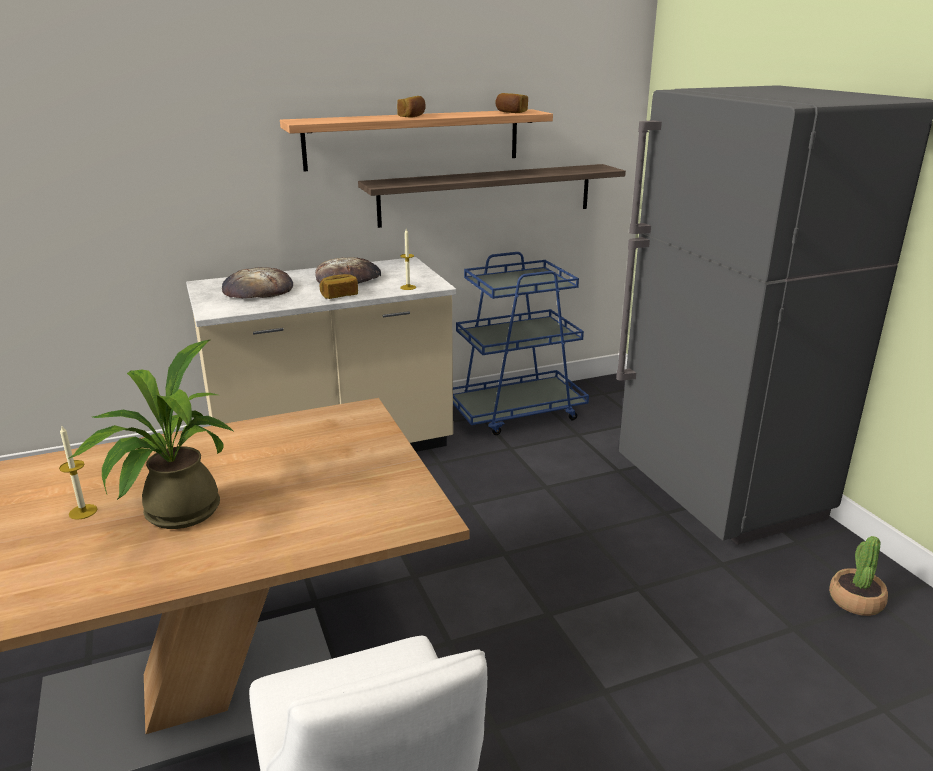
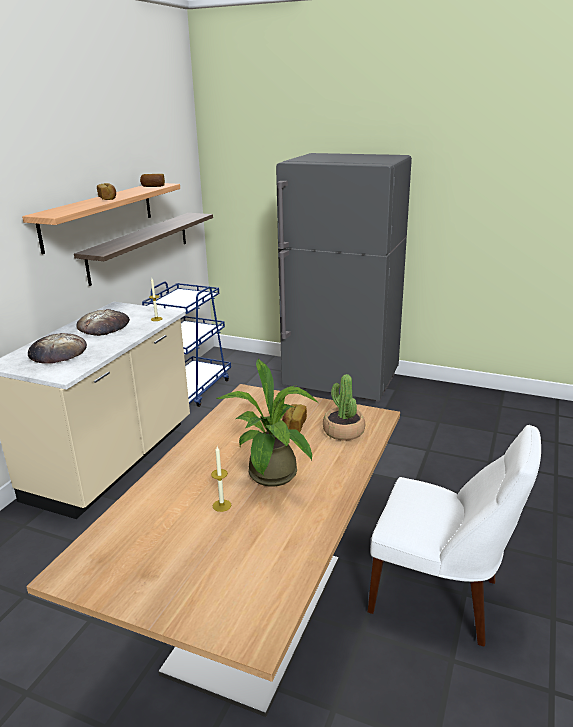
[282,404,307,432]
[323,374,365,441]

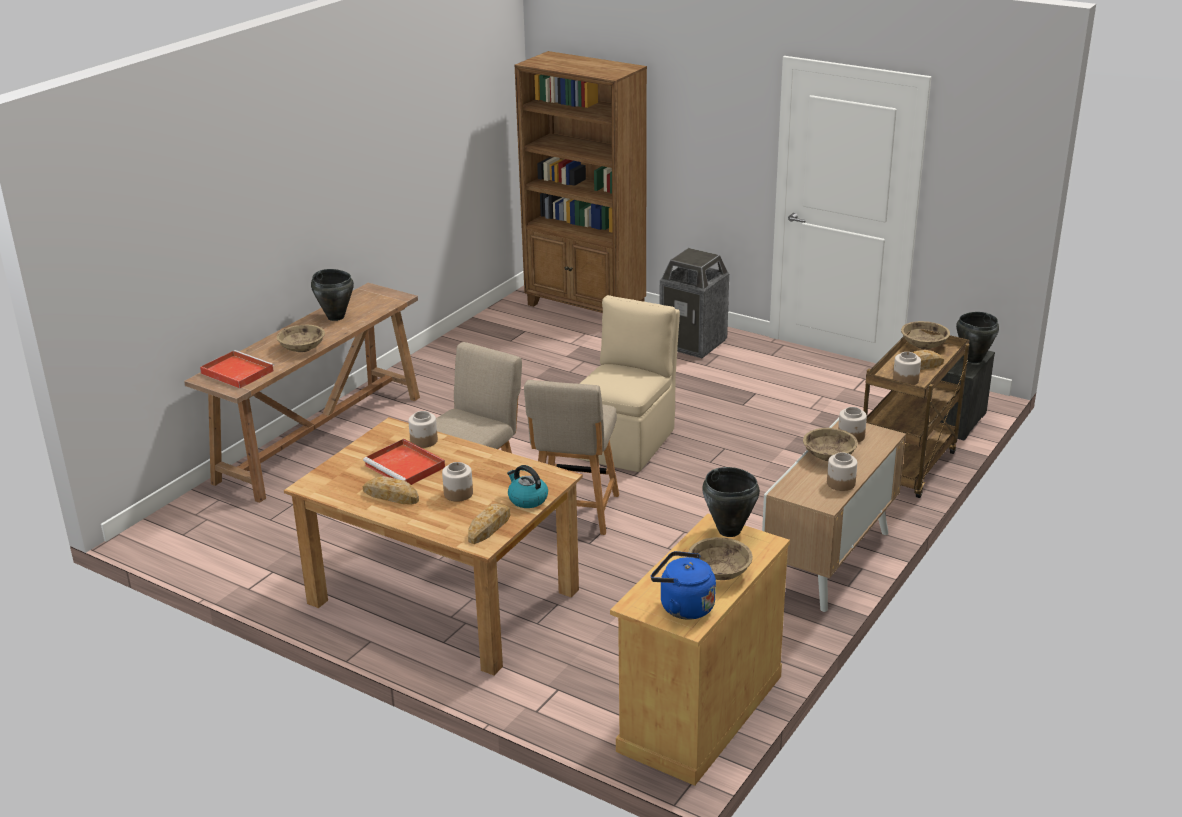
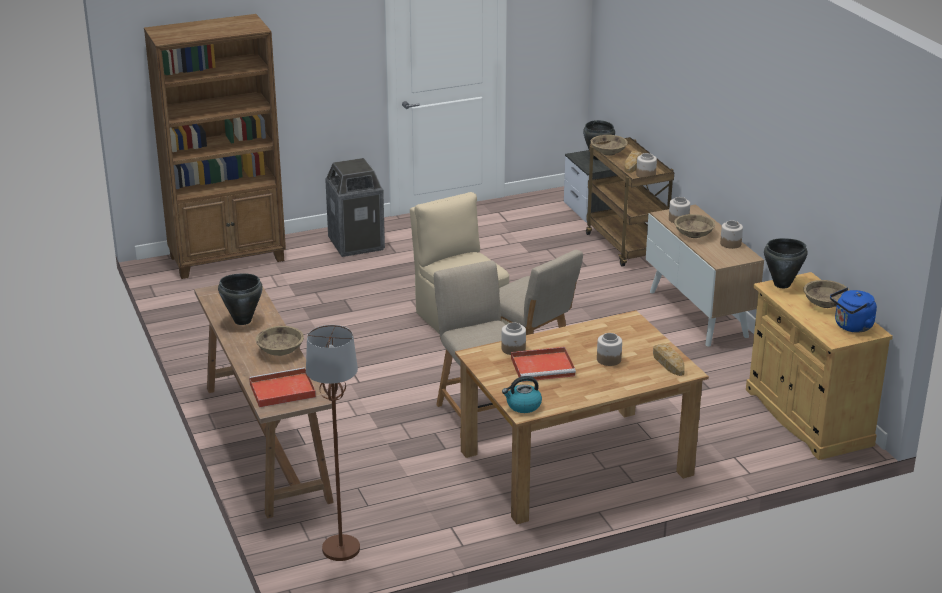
[363,476,419,505] (first image)
[306,325,360,561]
[502,376,542,413]

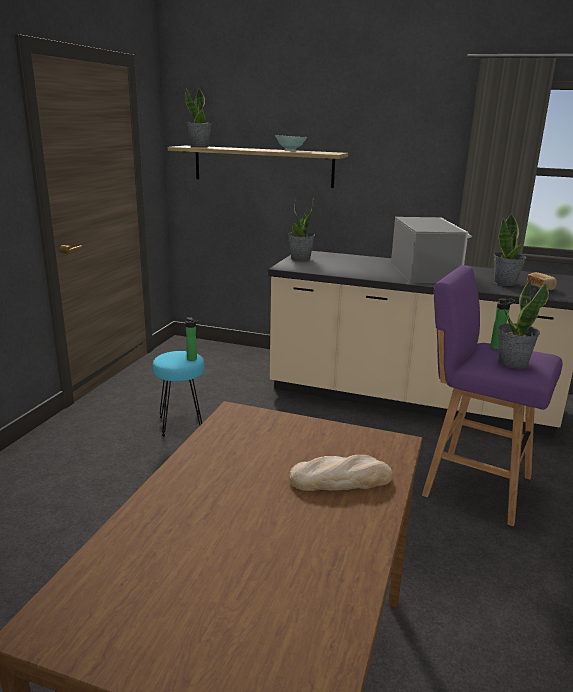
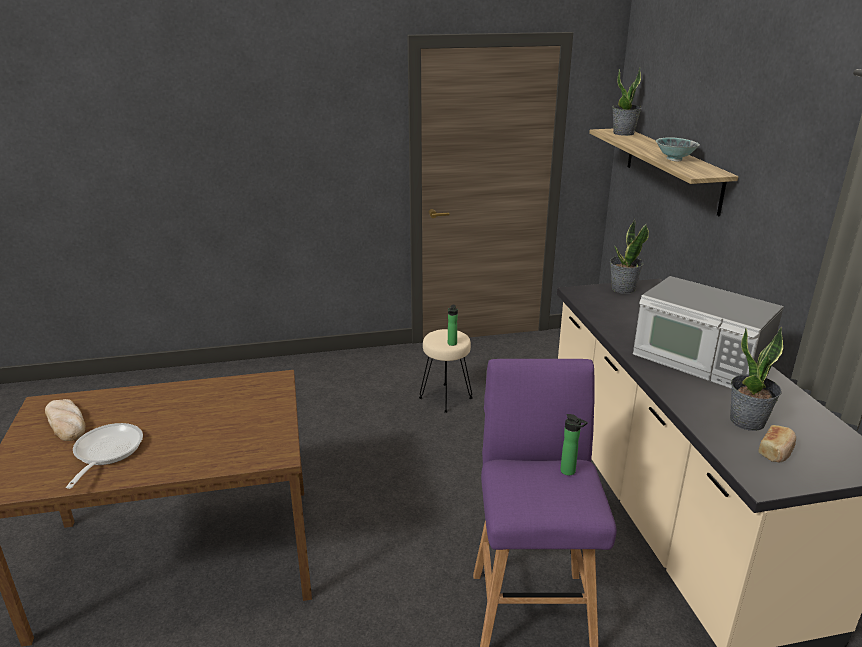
[498,278,549,369] (first image)
[66,423,143,489]
[45,399,85,441]
[419,329,473,413]
[633,276,784,389]

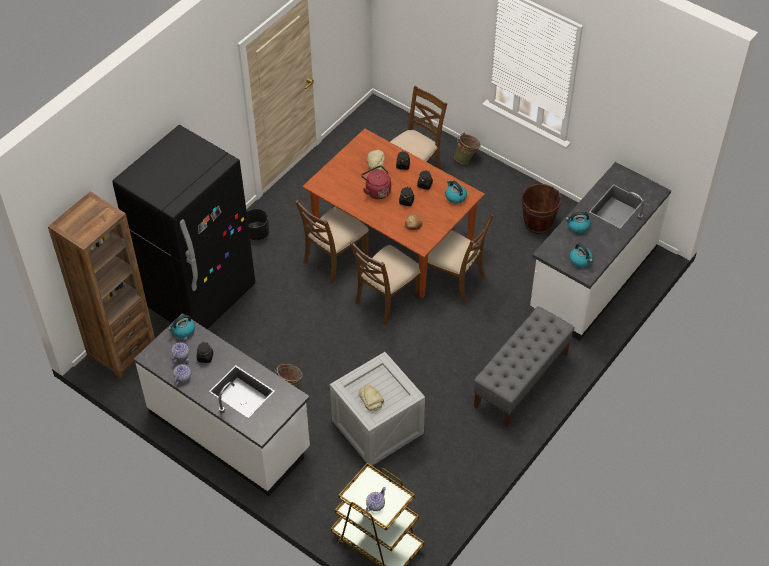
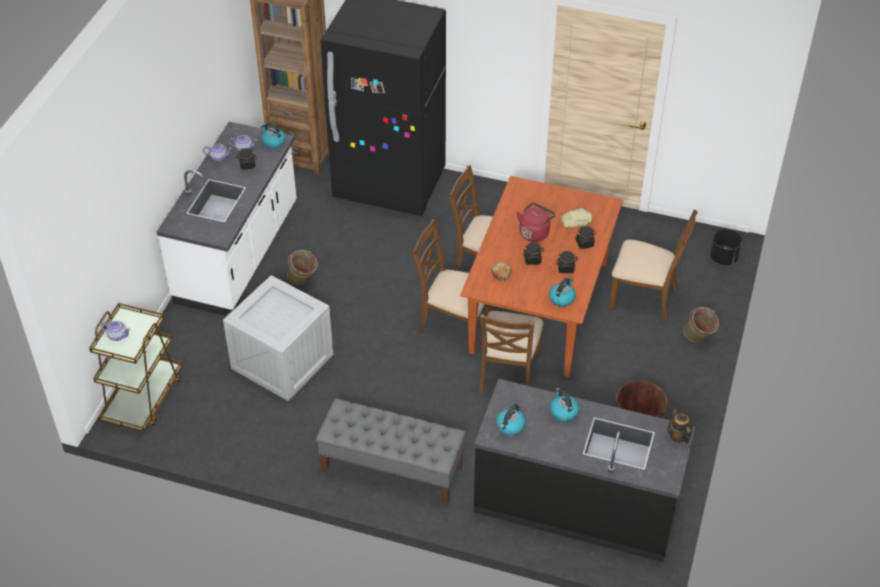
[359,385,384,411] (first image)
[667,407,693,444]
[710,229,742,265]
[474,379,696,562]

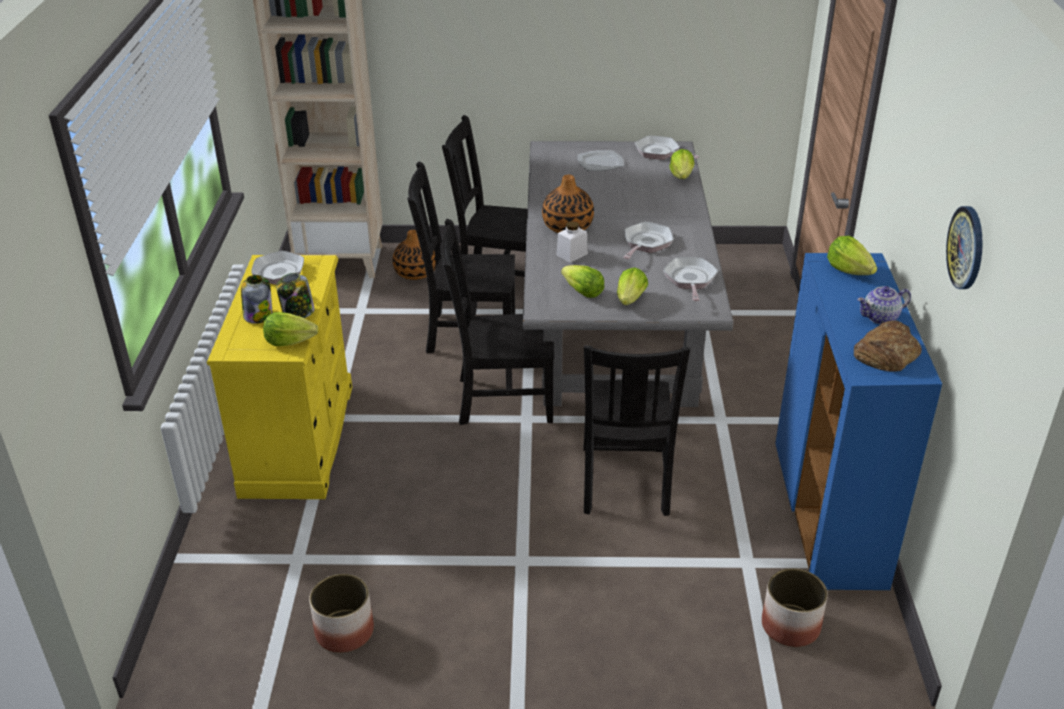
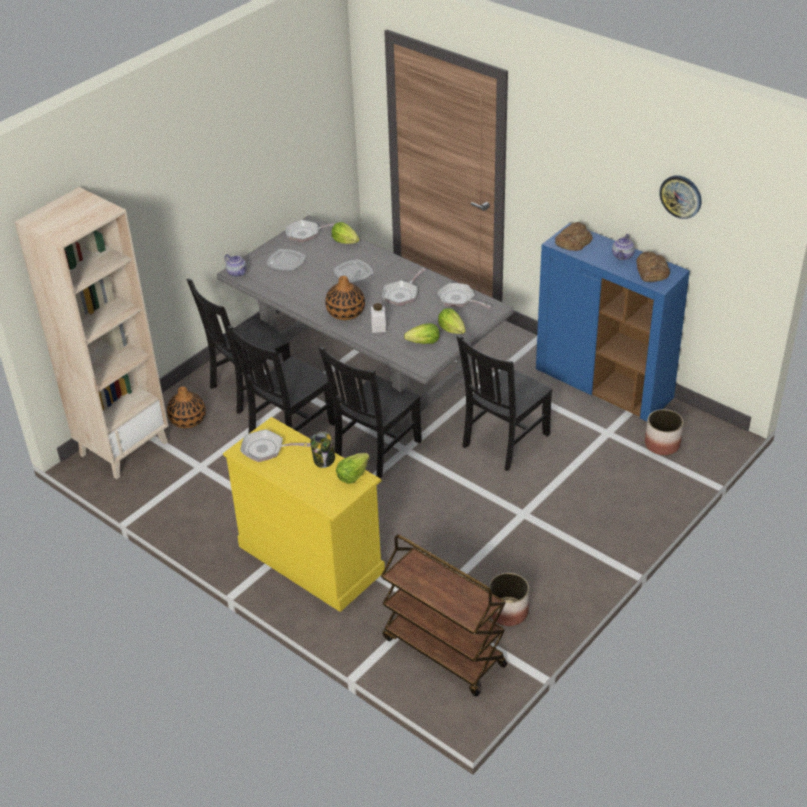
[241,275,272,324] (first image)
[225,254,247,277]
[333,259,374,283]
[381,534,507,697]
[555,222,593,251]
[457,336,552,471]
[382,268,426,306]

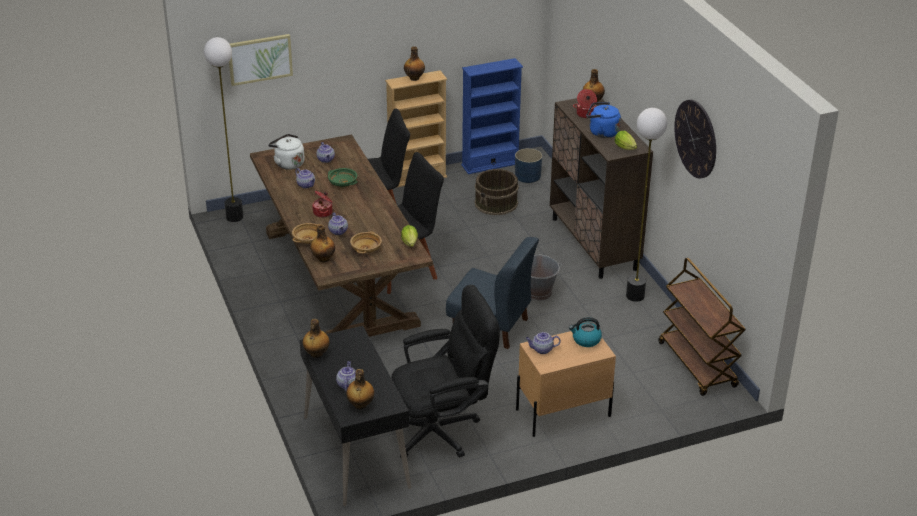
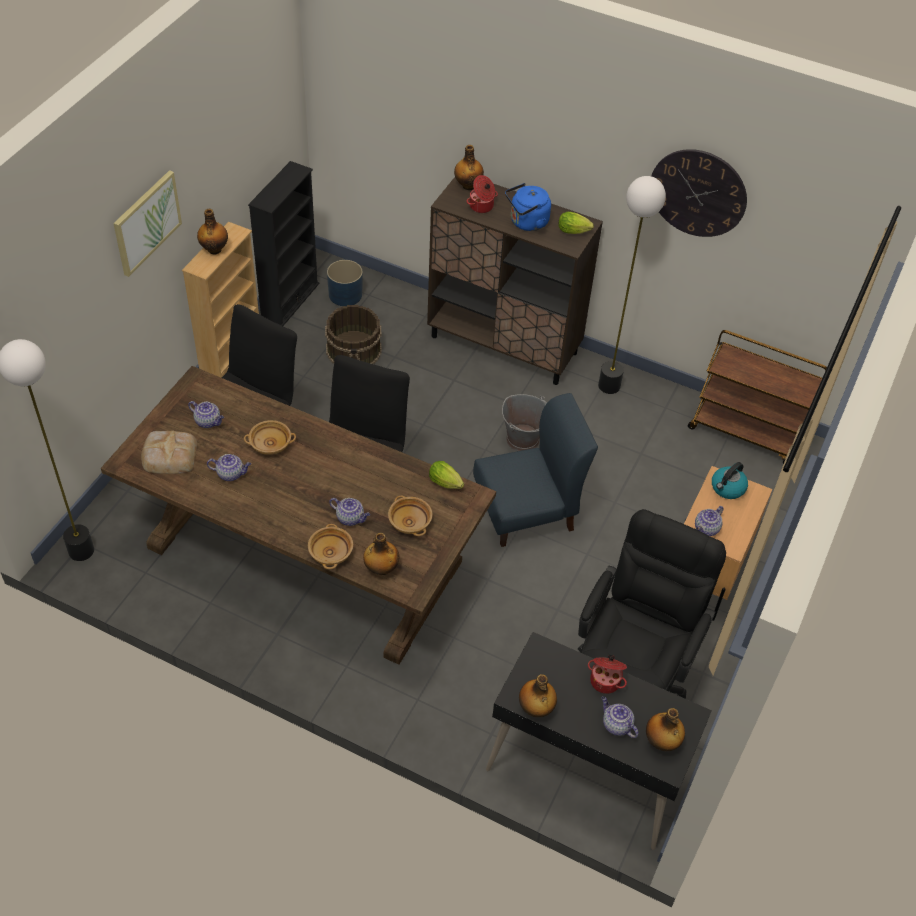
[113,170,182,277]
[588,655,627,694]
[141,431,197,474]
[244,420,296,455]
[248,161,319,326]

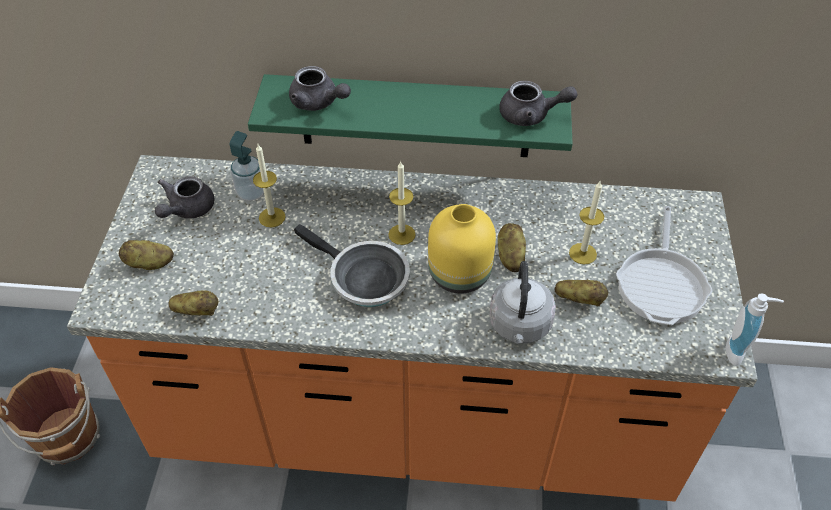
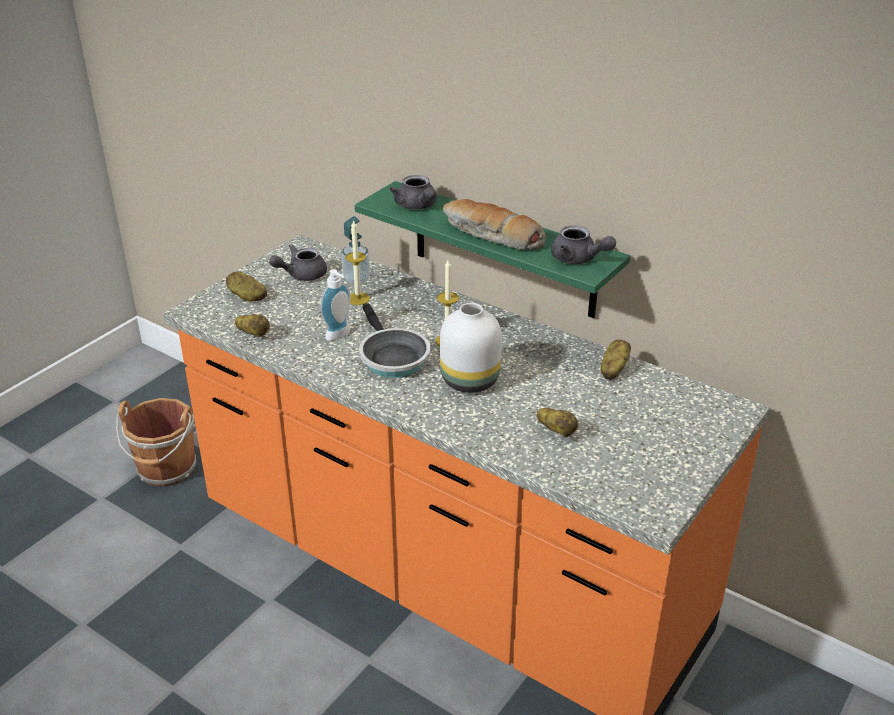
[489,261,556,344] (first image)
[569,180,604,265] (first image)
[616,206,713,325] (first image)
[443,199,546,250]
[601,340,631,380]
[320,269,351,341]
[440,303,502,393]

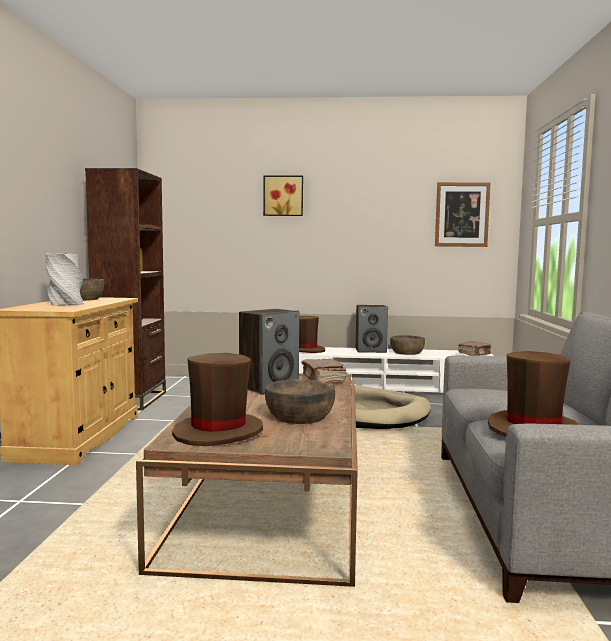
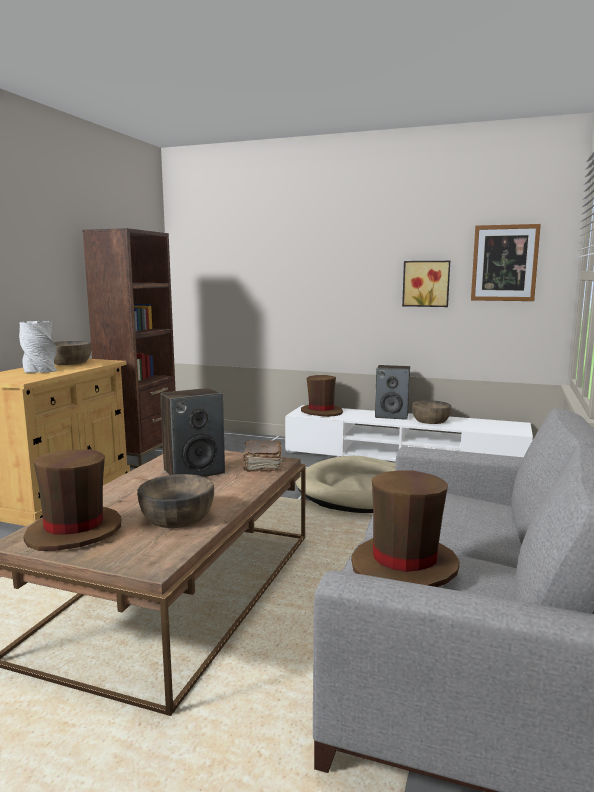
[458,341,491,356] (first image)
[402,261,450,307]

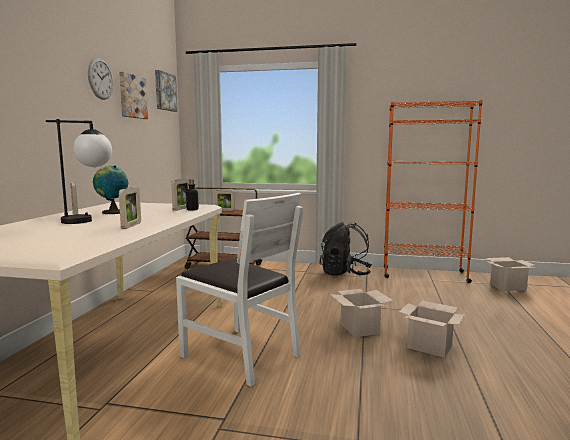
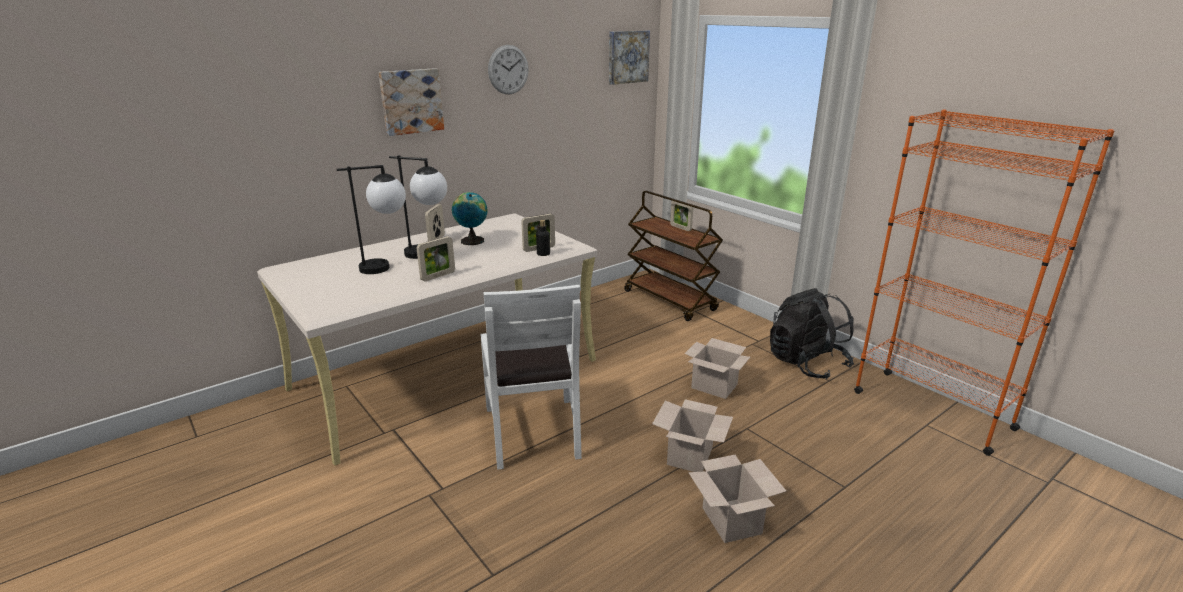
[337,165,406,274]
[378,68,444,136]
[685,338,750,399]

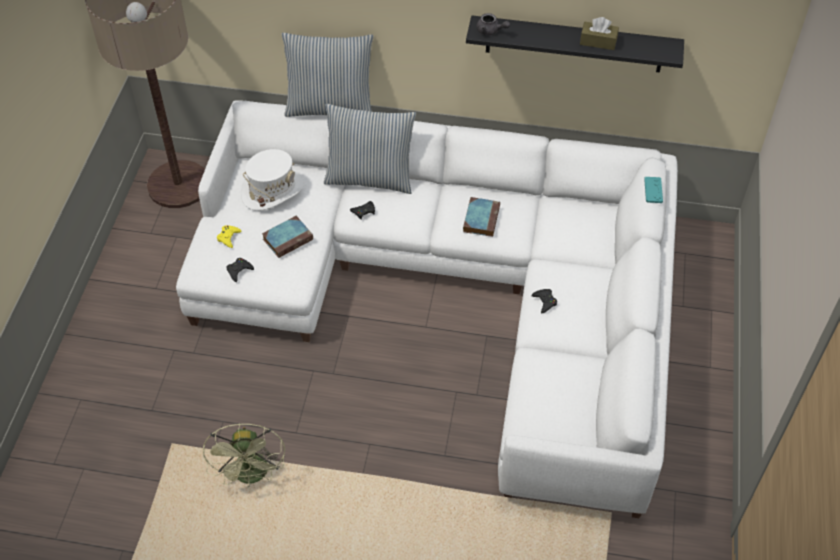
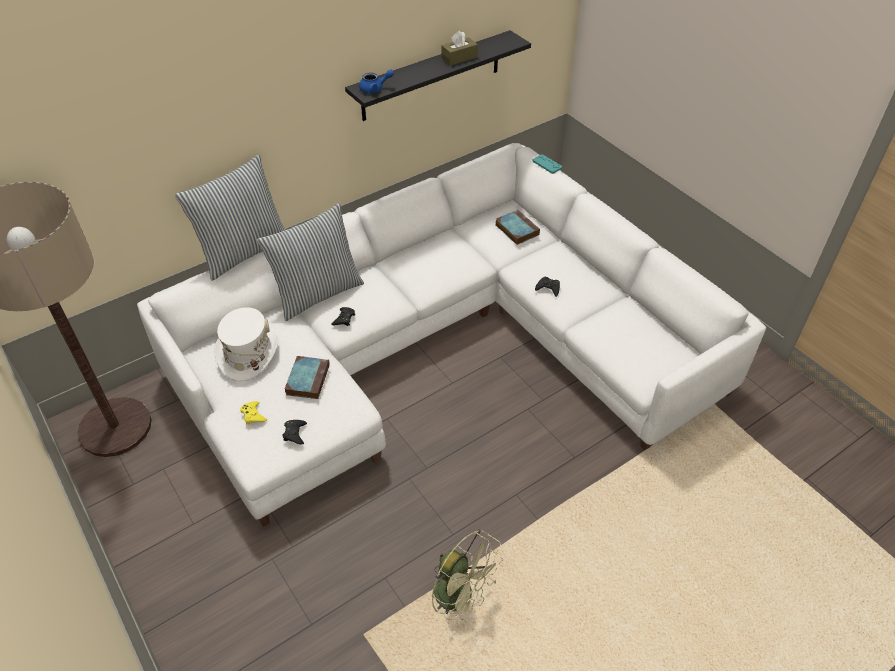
[496,210,540,245]
[359,69,394,93]

